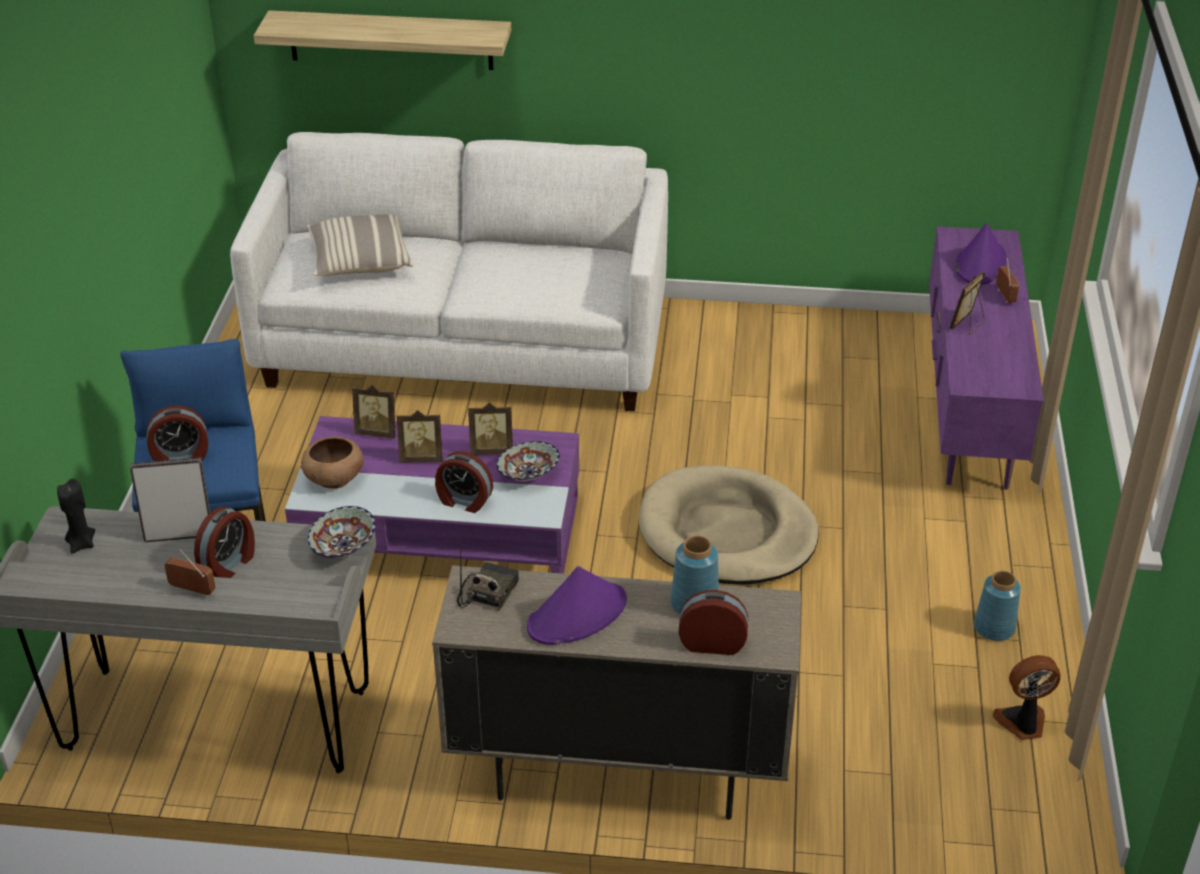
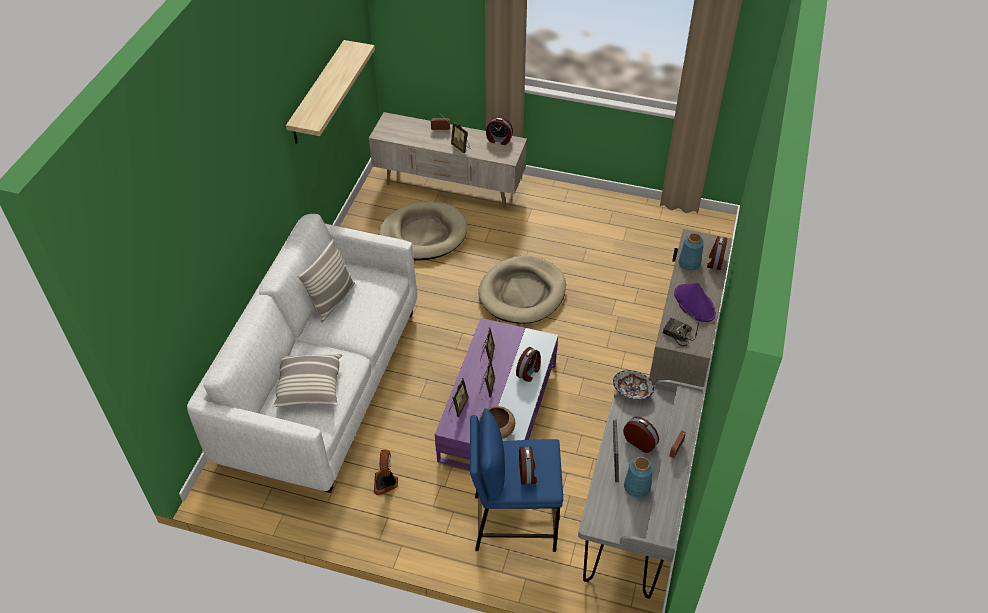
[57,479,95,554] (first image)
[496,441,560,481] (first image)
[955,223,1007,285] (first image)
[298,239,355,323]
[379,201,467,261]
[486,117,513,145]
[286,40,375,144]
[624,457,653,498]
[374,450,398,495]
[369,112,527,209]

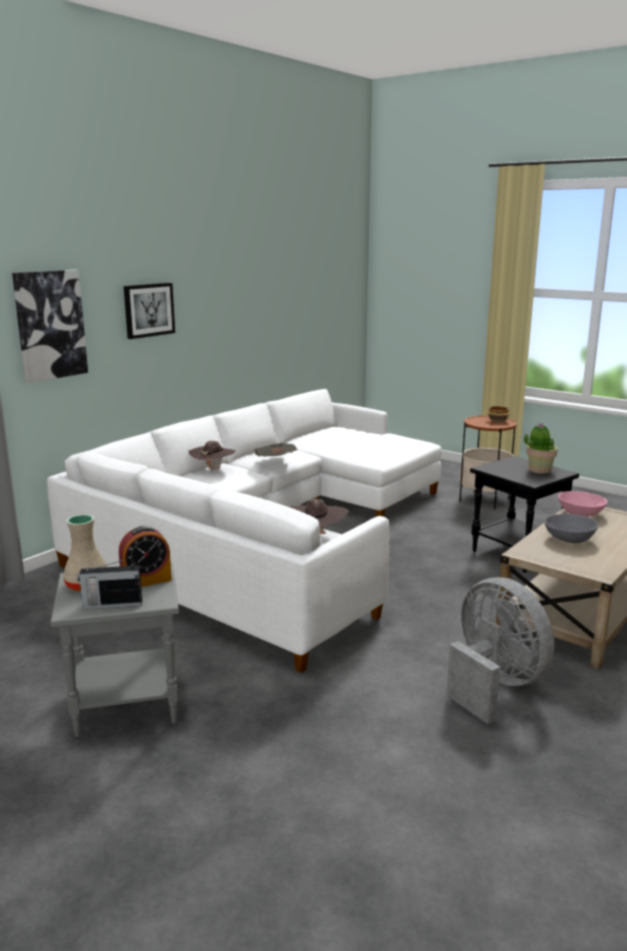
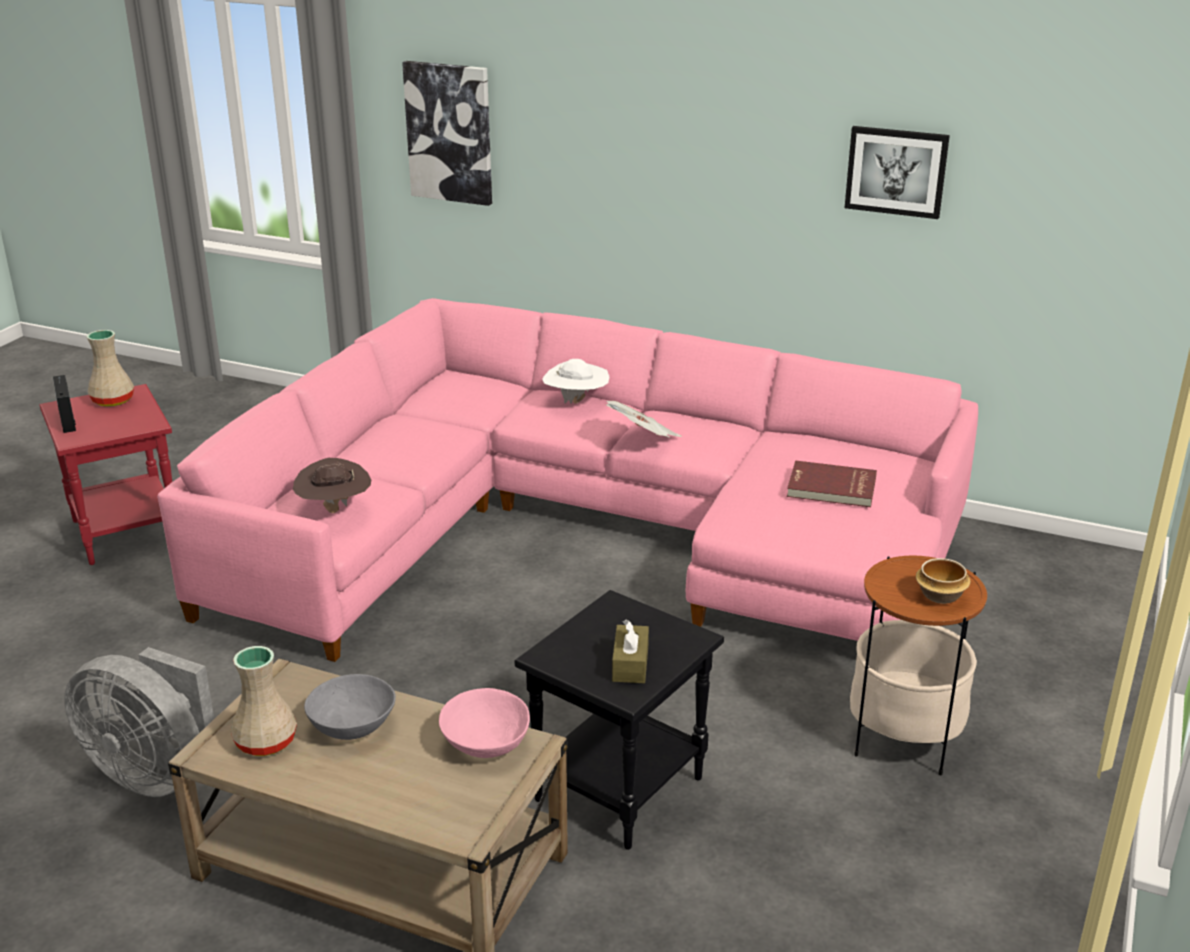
[119,526,172,587] (first image)
[231,646,297,756]
[787,461,877,507]
[845,126,950,219]
[612,620,649,683]
[157,298,978,662]
[39,384,172,565]
[542,359,609,404]
[64,647,214,797]

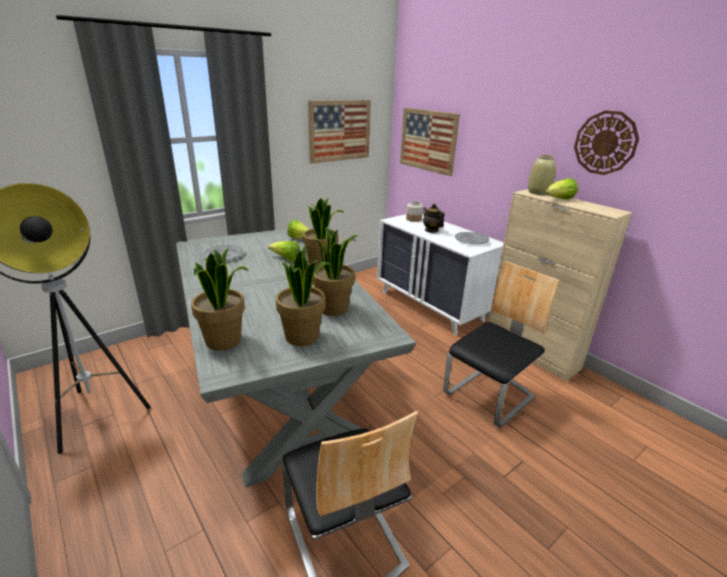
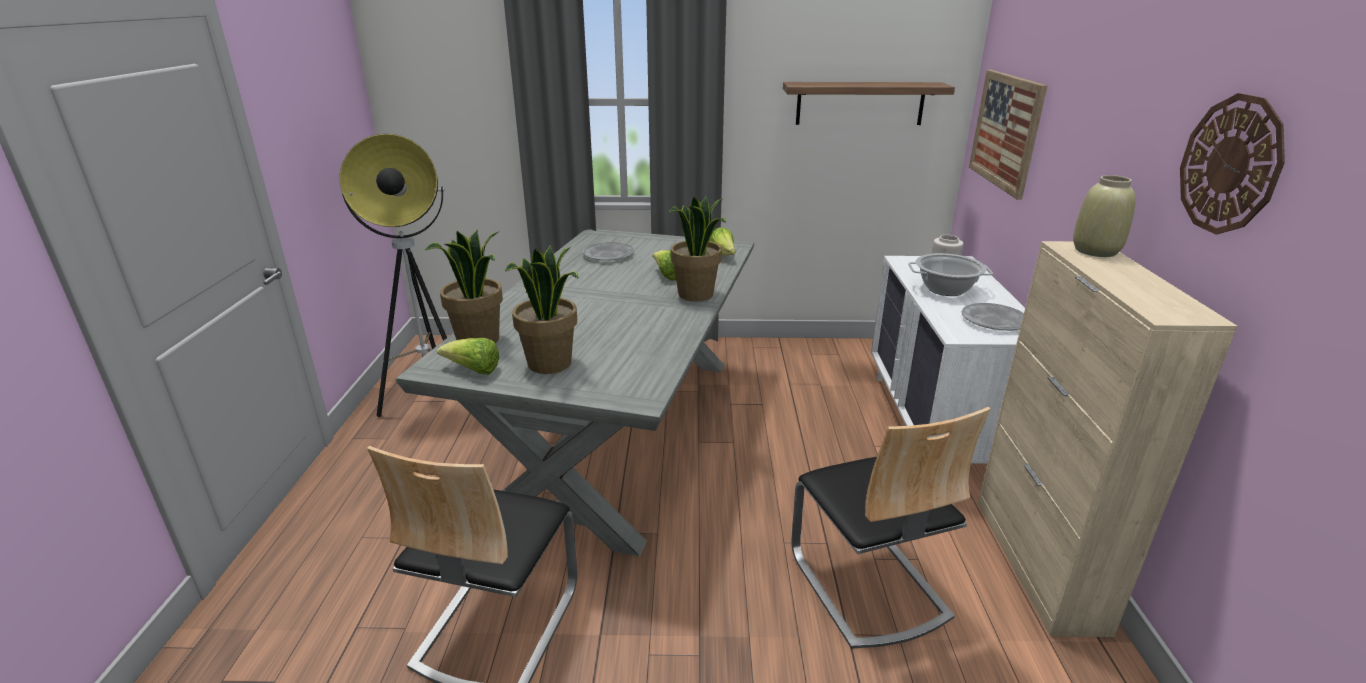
[312,227,359,316] (first image)
[437,338,499,375]
[783,82,955,125]
[908,253,993,296]
[791,407,991,648]

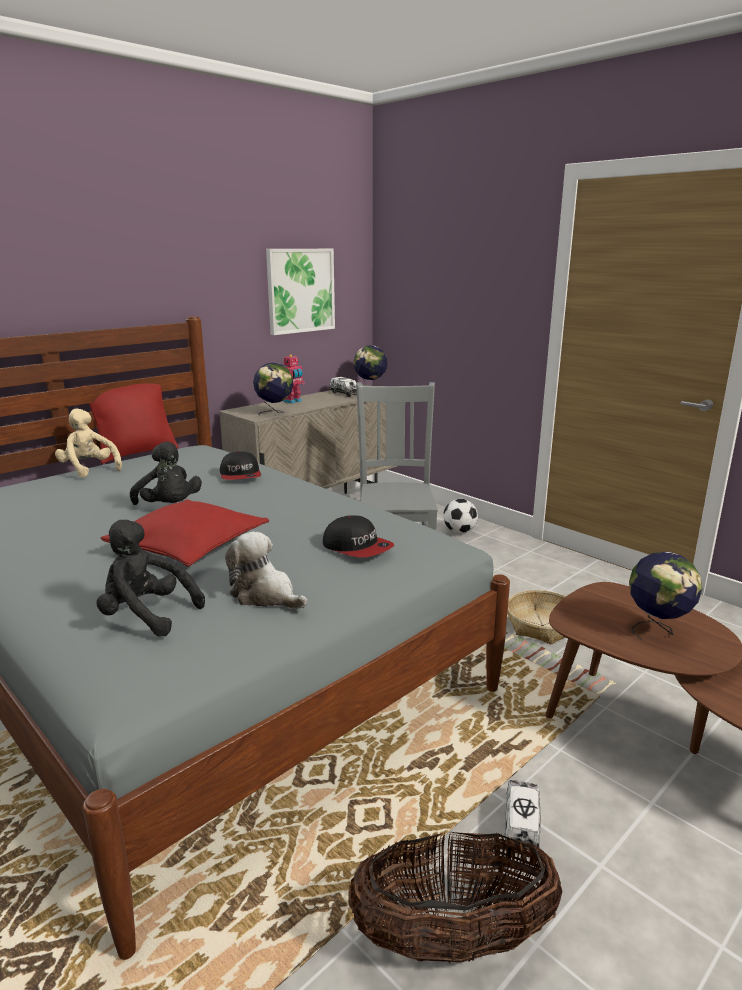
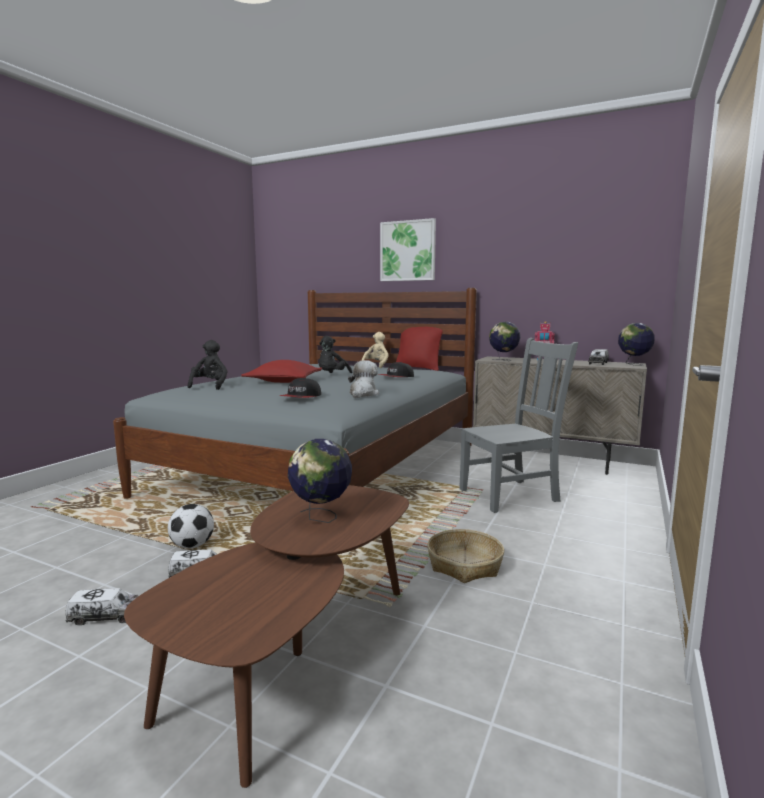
[349,832,562,963] (first image)
[65,588,139,625]
[348,360,379,398]
[380,218,436,281]
[168,504,214,549]

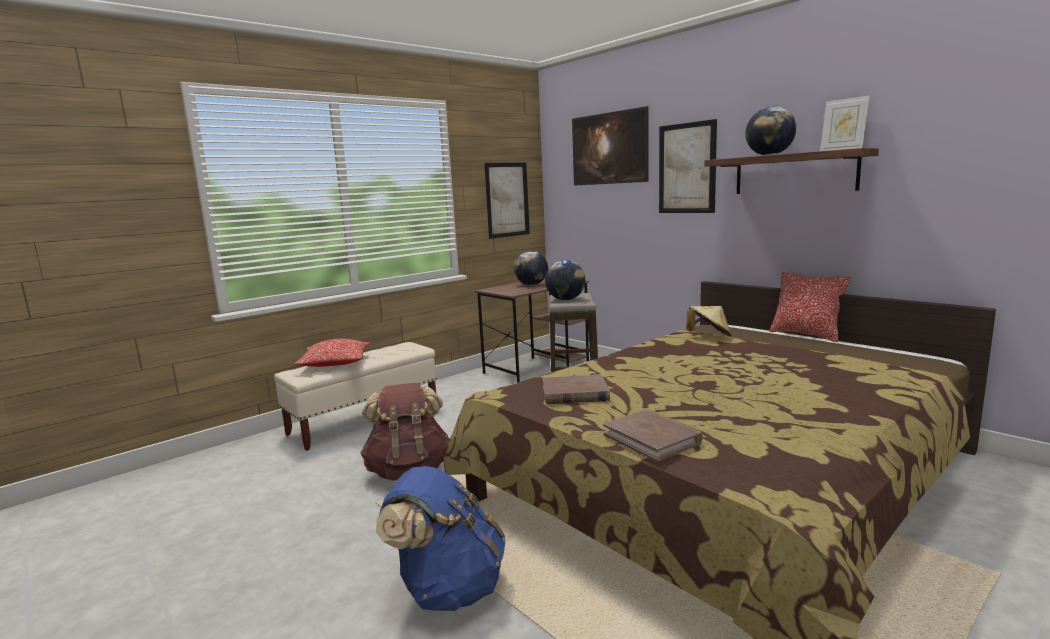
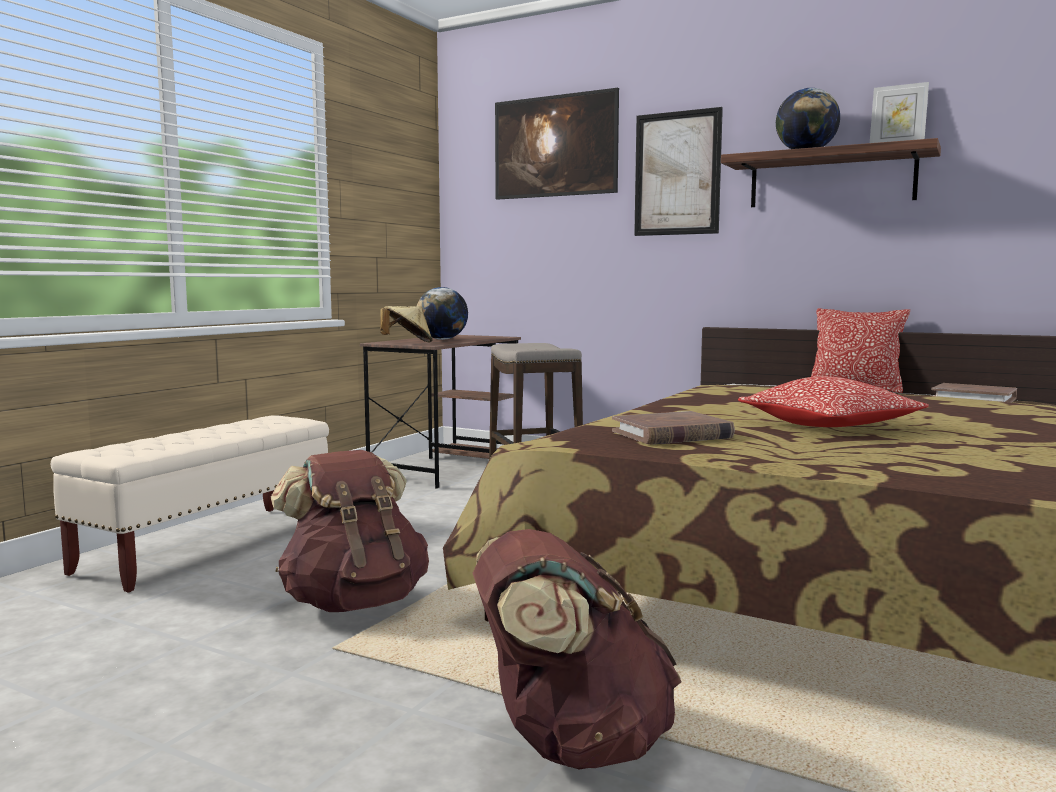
[484,162,530,239] (first image)
[545,260,585,300] (first image)
[738,376,929,427]
[931,383,1017,402]
[380,306,432,342]
[473,529,682,770]

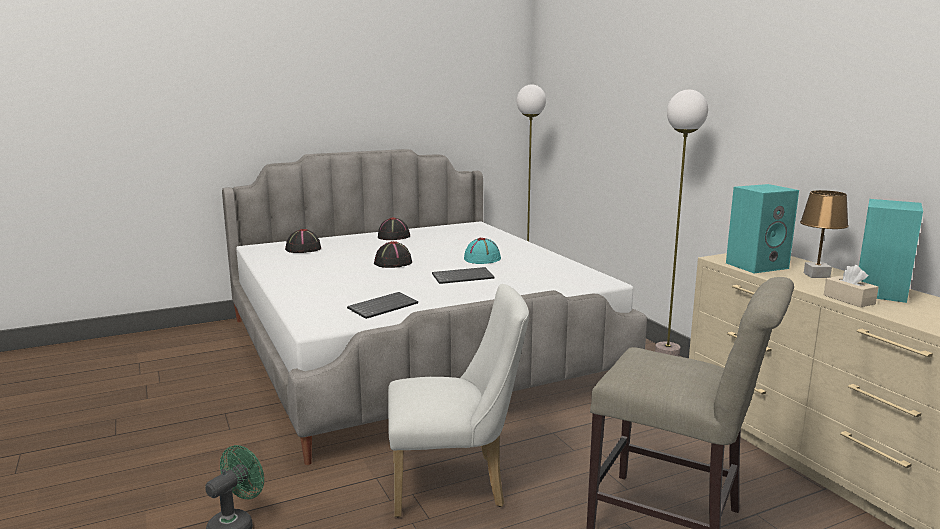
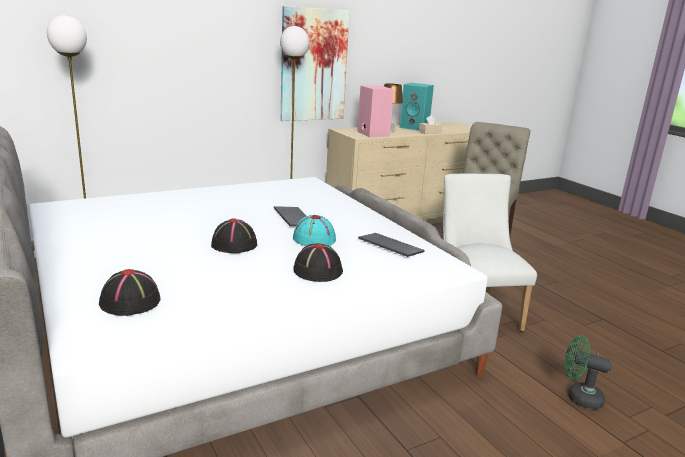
[281,6,350,121]
[293,243,343,282]
[293,215,336,246]
[357,86,394,137]

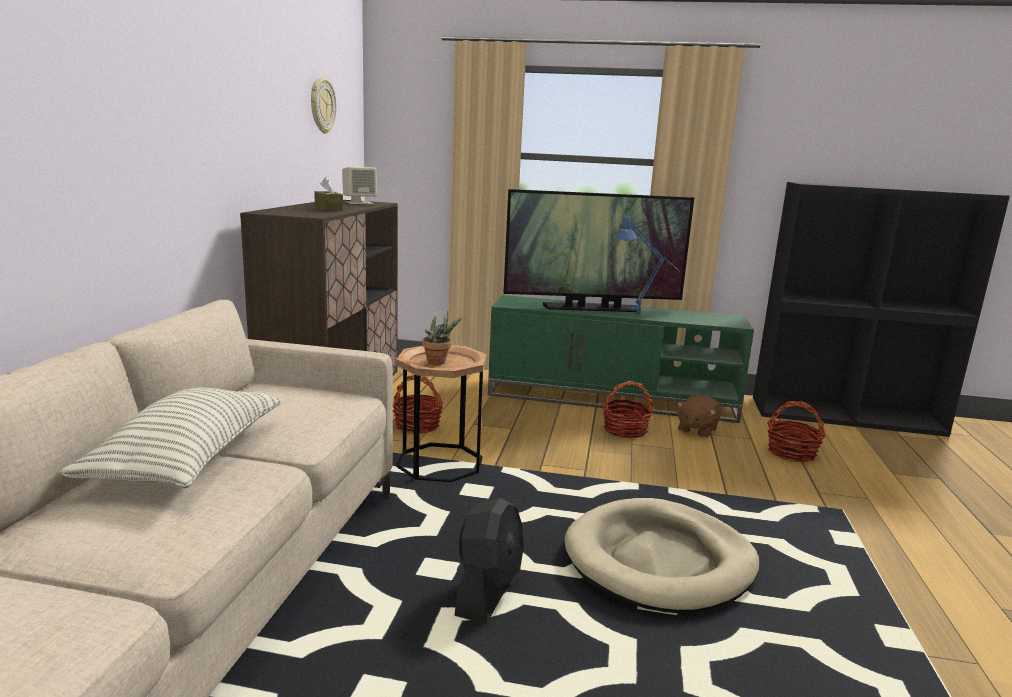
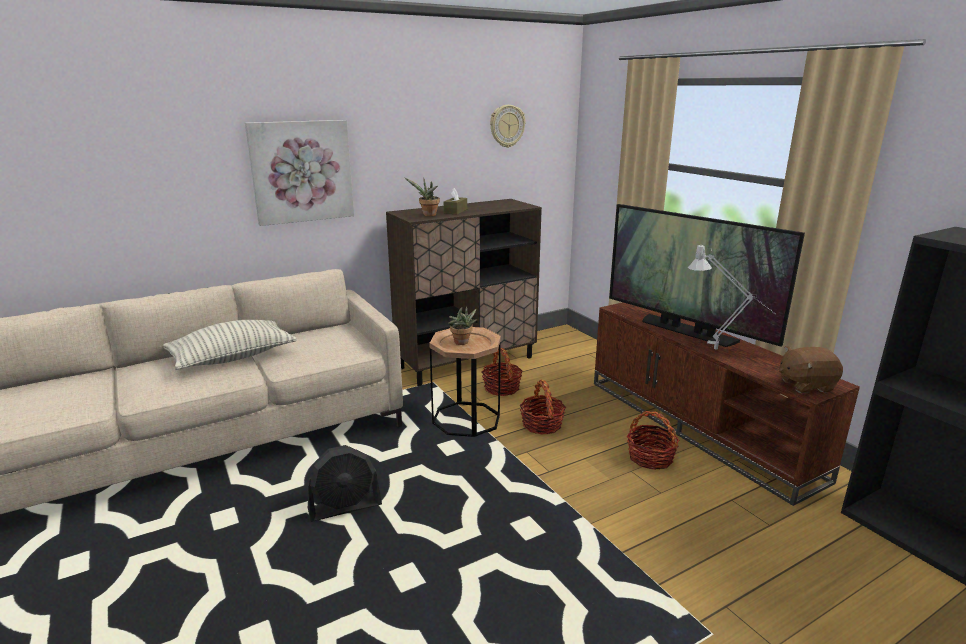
[342,167,377,204] (first image)
[564,498,759,614] (first image)
[245,120,354,226]
[405,178,440,216]
[779,346,843,393]
[519,380,566,435]
[594,302,860,506]
[688,245,775,350]

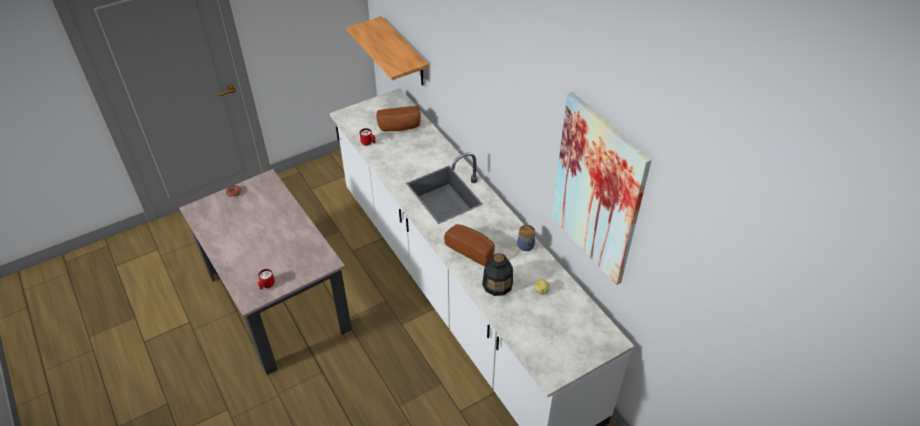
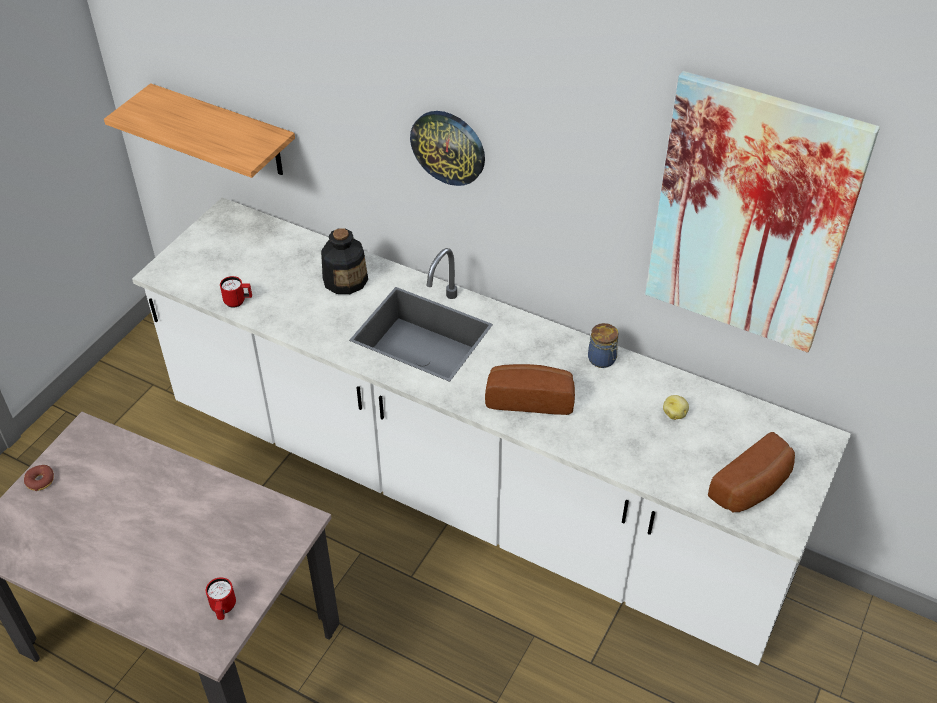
[410,111,485,186]
[708,432,795,512]
[321,228,368,294]

